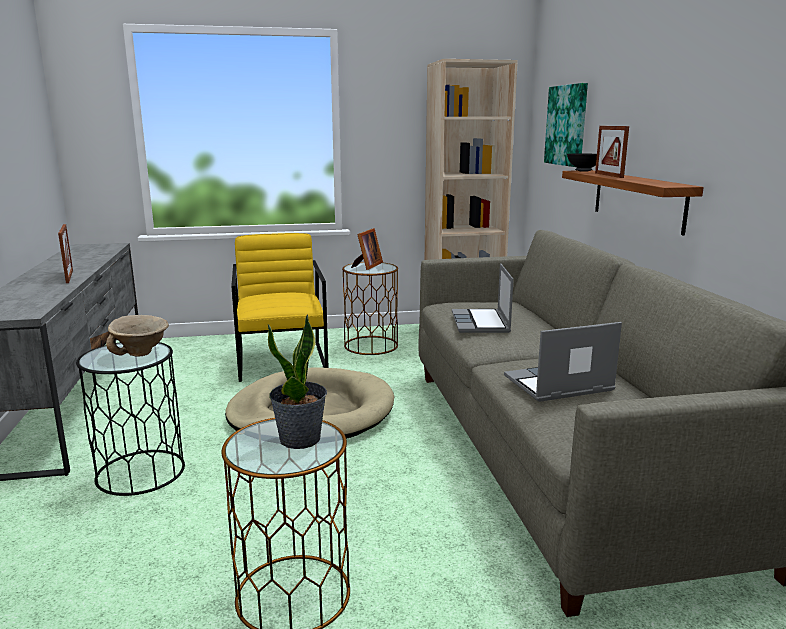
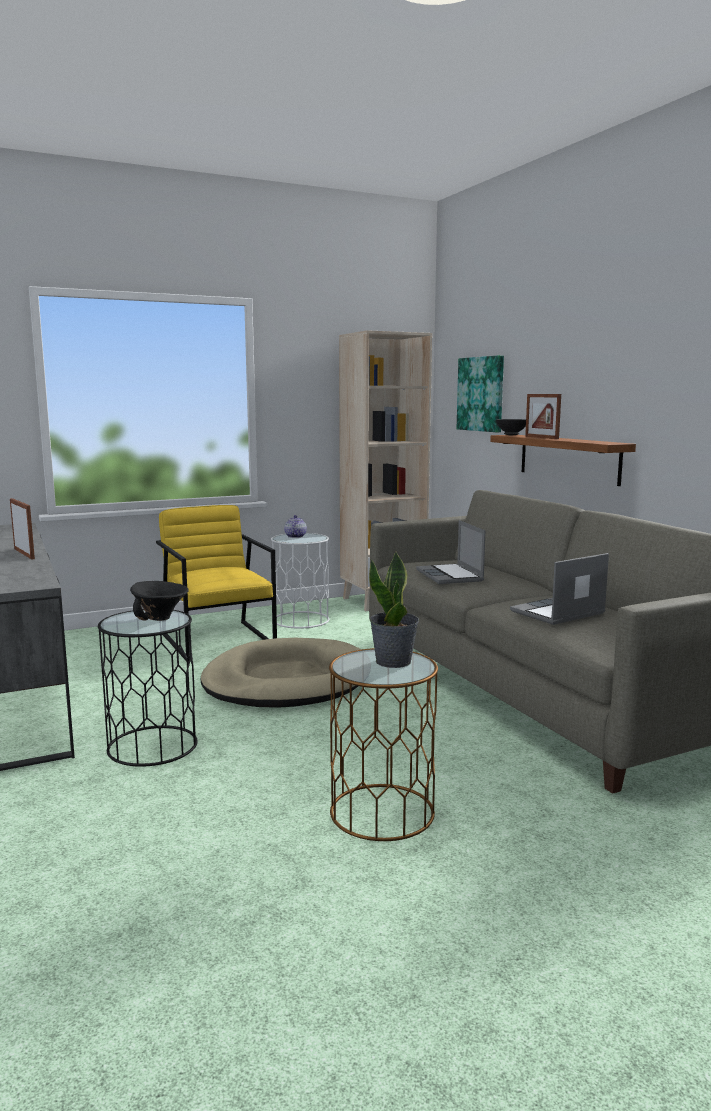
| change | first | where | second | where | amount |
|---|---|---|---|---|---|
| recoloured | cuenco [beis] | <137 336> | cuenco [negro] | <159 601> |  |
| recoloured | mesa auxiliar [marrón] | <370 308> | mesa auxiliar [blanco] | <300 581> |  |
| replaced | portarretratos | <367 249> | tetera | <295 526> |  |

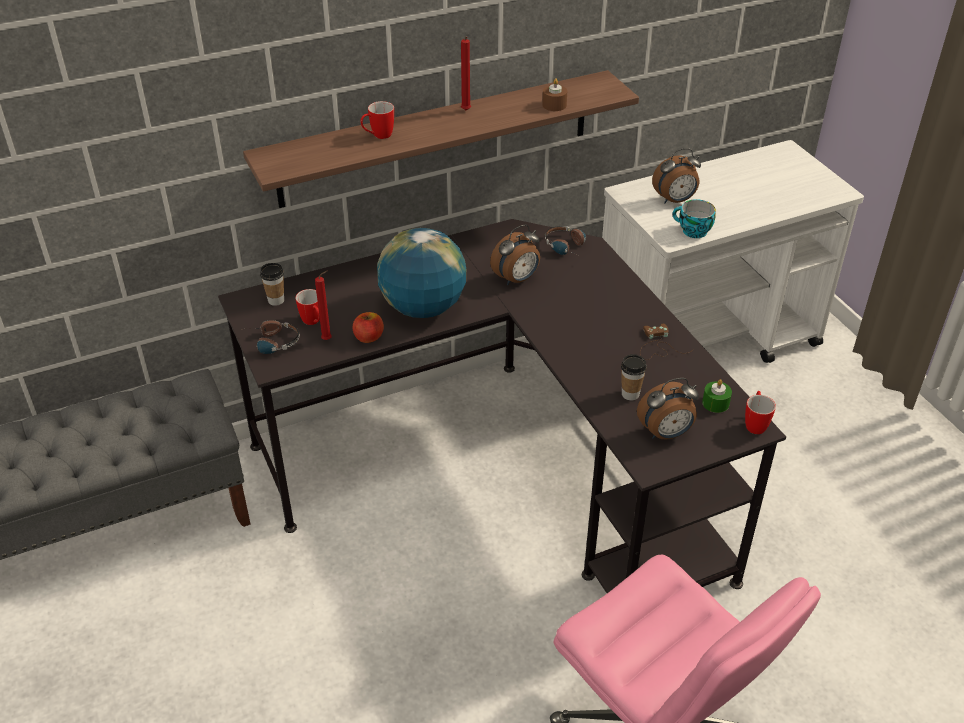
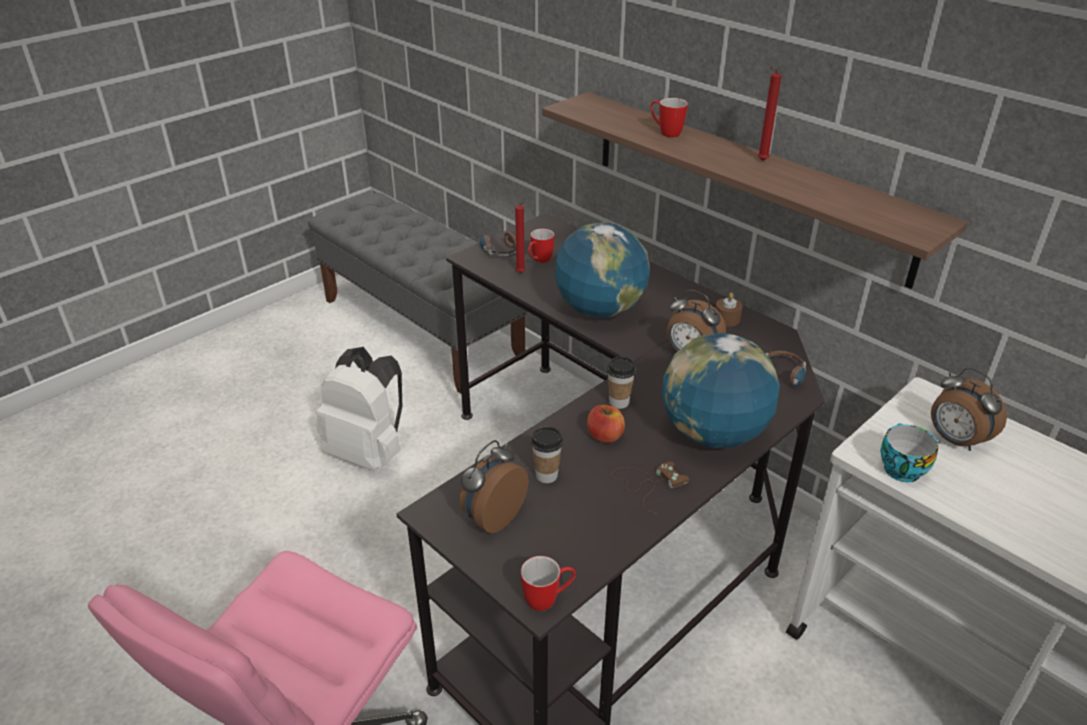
| change | first | where | second | where | amount |
|---|---|---|---|---|---|
| added |  |  | mochila [blanco] | <359 409> |  |
| turned | despertador | <668 409> |  | <494 486> | 75 degrees clockwise |
| moved | manzana | <368 327> |  | <606 424> |  |
| moved | taza | <272 284> |  | <621 382> |  |
| added |  |  | globo terráqueo | <721 391> |  |
| moved | vela [marrón] | <554 94> |  | <729 310> |  |
| removed | vela [verde] | <717 396> |  |  |  |

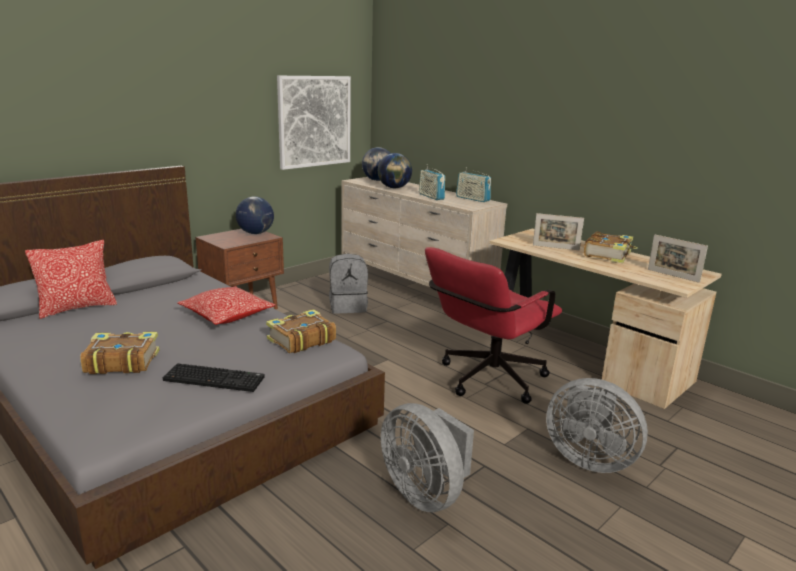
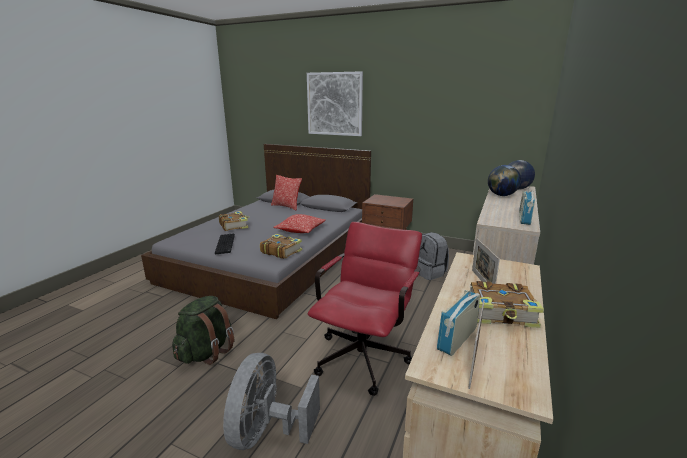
| change | first | where | second | where | amount |
|---|---|---|---|---|---|
| replaced | ventilador [gris] | <427 457> | mochila [verde] | <203 330> |  |
| moved | cuadro | <314 123> |  | <335 103> |  |
| turned | silla de oficina [rojo] | <493 325> |  | <364 309> | 90 degrees clockwise |
| moved | radio | <432 184> |  | <458 321> |  |
| removed | globo terráqueo | <255 215> |  |  |  |

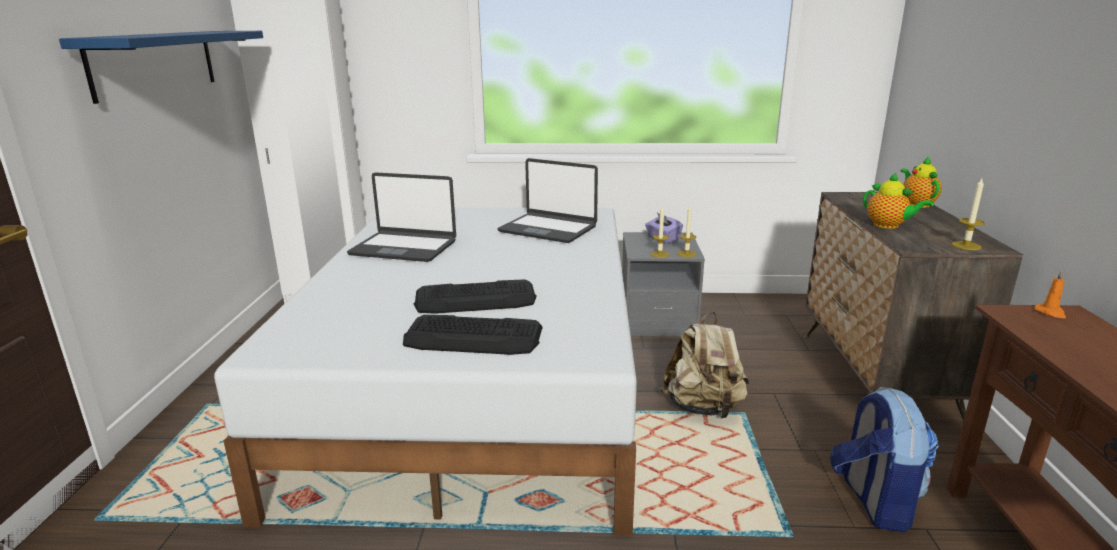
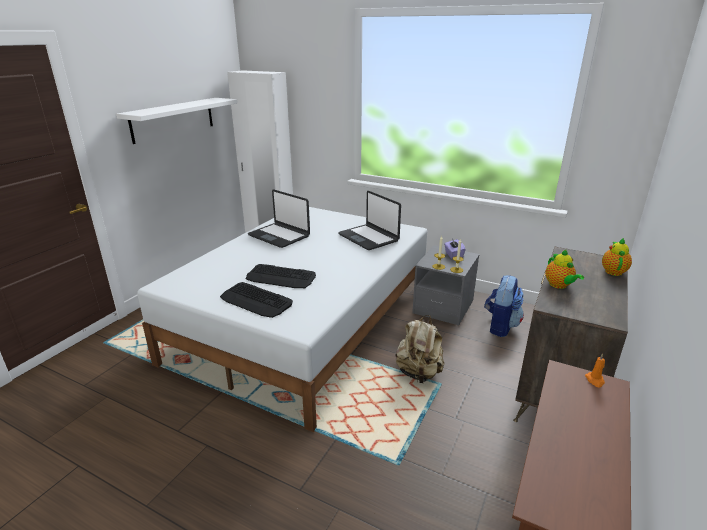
| change | first | where | second | where | amount |
|---|---|---|---|---|---|
| recoloured | estante [azul] | <161 67> | estante [blanco] | <177 121> |  |
| moved | mochila | <884 460> |  | <504 306> |  |
| removed | vela | <968 214> |  |  |  |

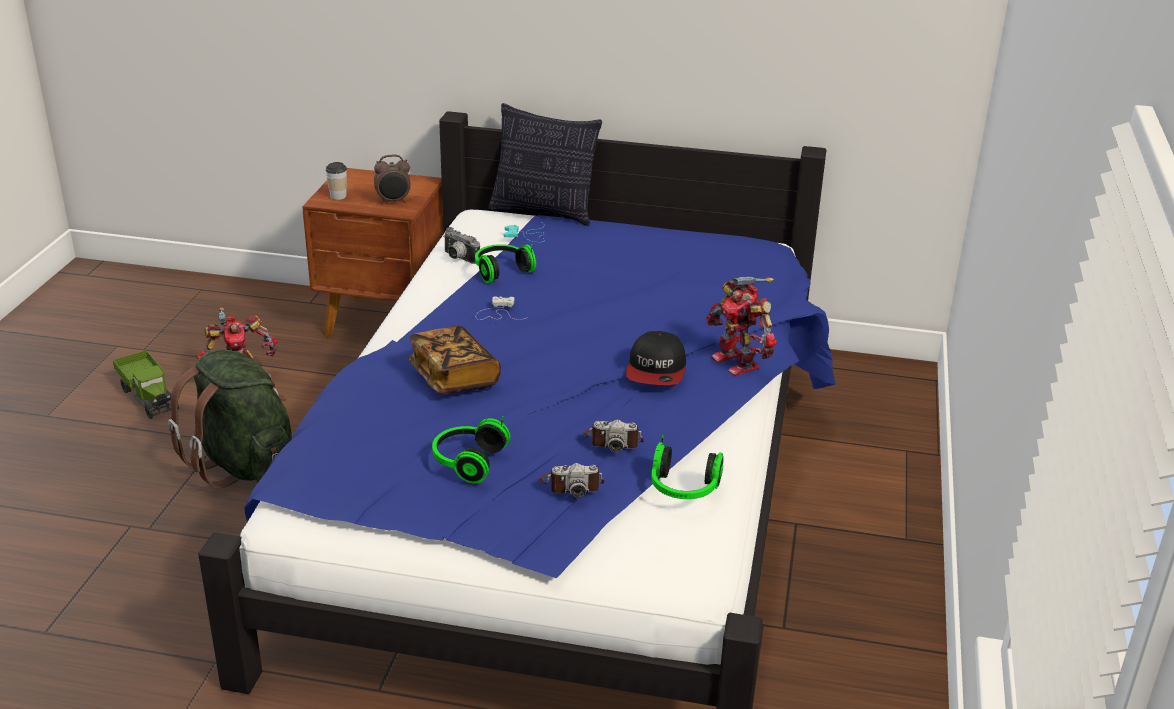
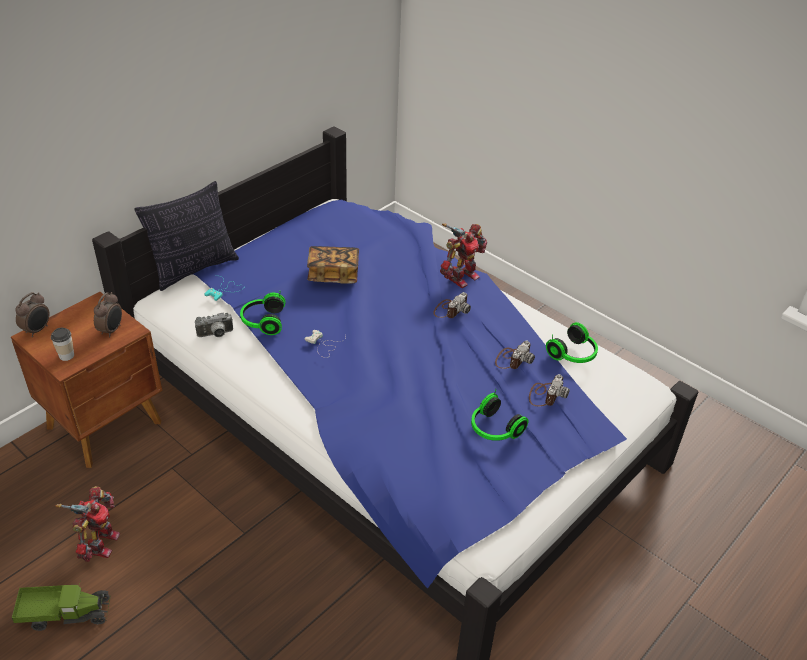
| change | first | where | second | where | amount |
|---|---|---|---|---|---|
| added |  |  | despertador | <32 314> |  |
| moved | libro | <454 360> |  | <333 265> |  |
| replaced | gorra | <656 358> | cámara | <452 305> |  |
| turned | robot de juguete | <741 326> |  | <463 255> | 45 degrees counterclockwise |
| removed | mochila [verde] | <230 419> |  |  |  |

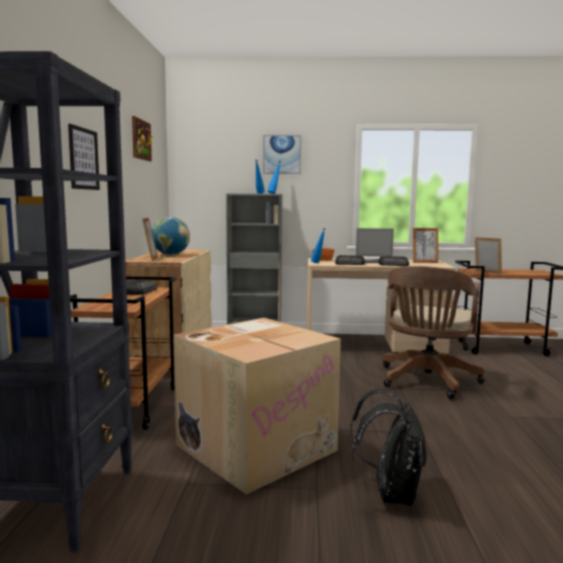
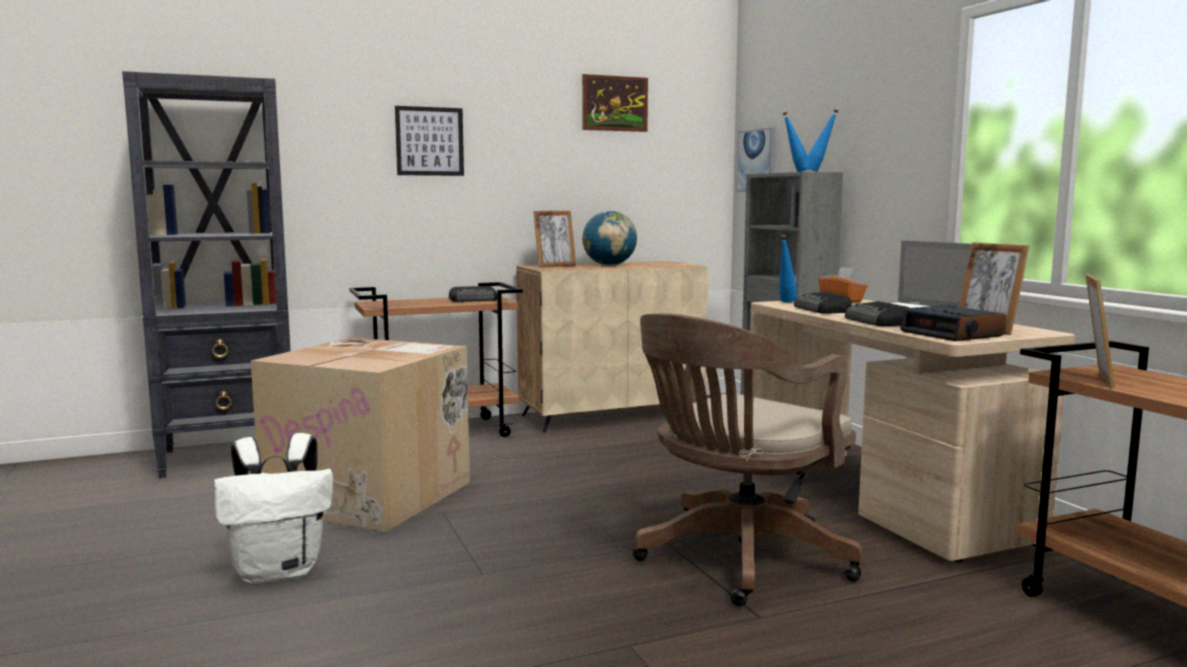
| change | first | where | second | where | amount |
|---|---|---|---|---|---|
| recoloured | mochila [negro] | <388 447> | mochila [blanco] | <273 508> |  |
| turned | silla de oficina [marrón] | <433 332> |  | <748 459> | 45 degrees counterclockwise |
| moved | cuadro | <282 154> |  | <756 159> |  |
| added |  |  | despertador | <953 323> |  |

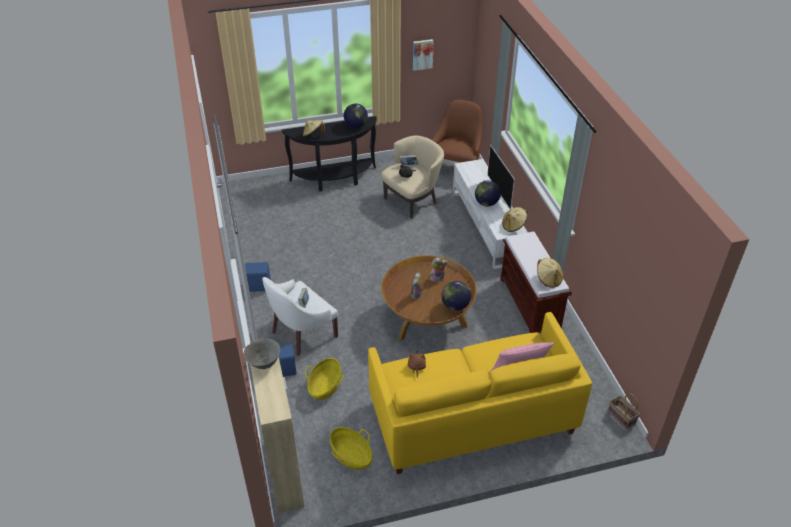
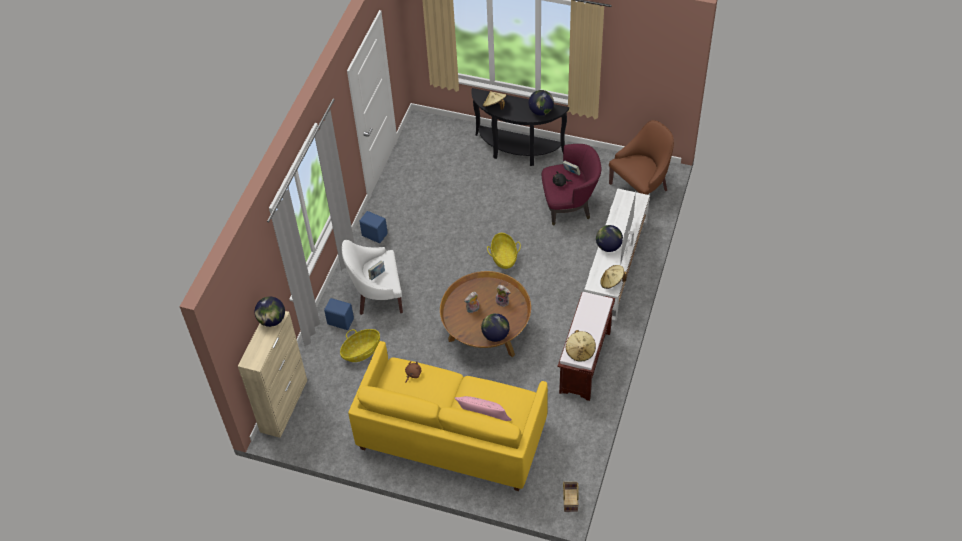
| change | first | where | second | where | amount |
|---|---|---|---|---|---|
| replaced | cuenco [gris] | <262 353> | globo terráqueo | <270 312> |  |
| moved | cesta | <351 448> |  | <504 251> |  |
| recoloured | sillón [beis] | <412 177> | sillón [morado] | <571 185> |  |
| removed | cuadro | <423 55> |  |  |  |

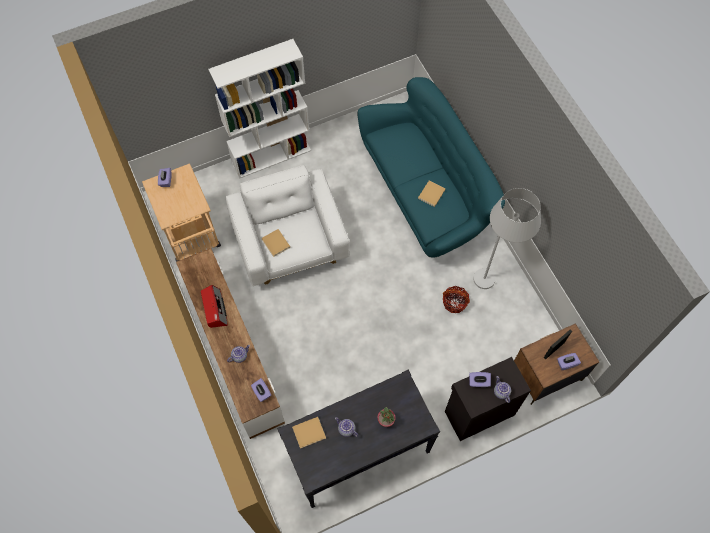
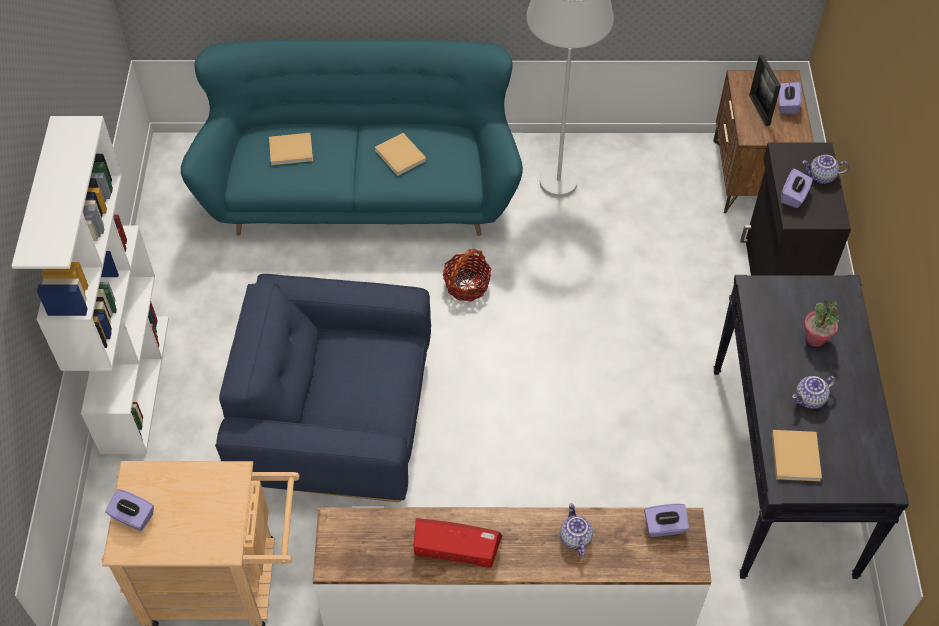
| change | first | where | second | where | amount |
|---|---|---|---|---|---|
| recoloured | sillón [blanco] | <288 225> | sillón [azul] | <323 388> |  |
| moved | libro [beis] | <276 243> |  | <291 149> |  |
| moved | cesta | <456 299> |  | <467 275> |  |

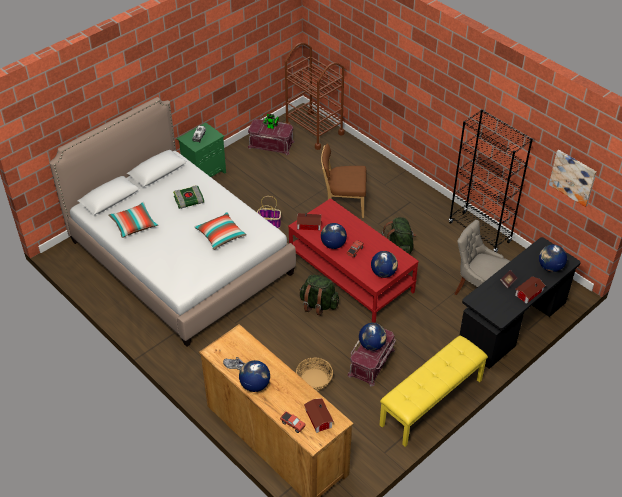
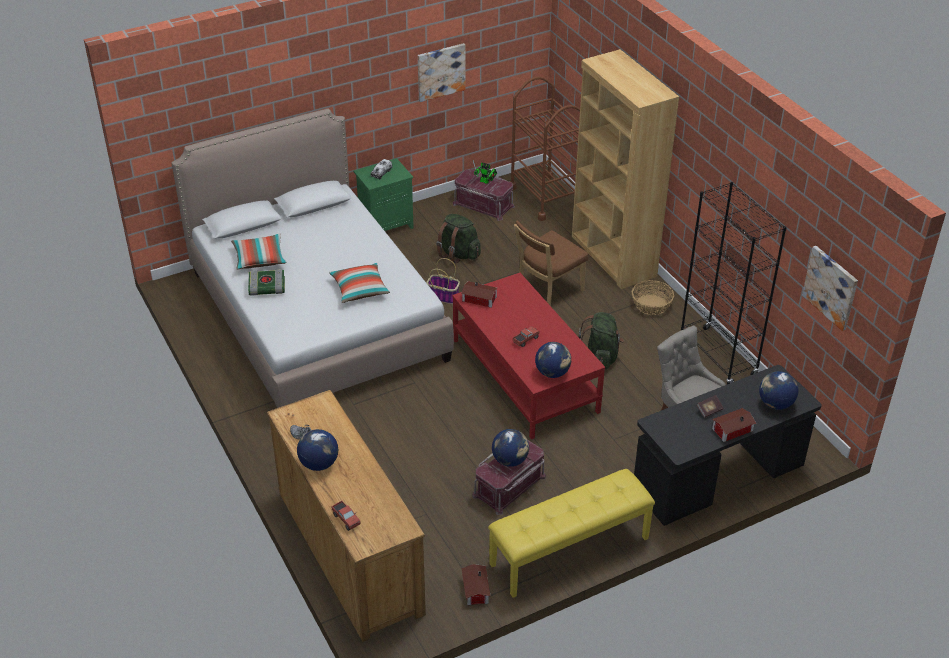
| change | first | where | second | where | amount |
|---|---|---|---|---|---|
| moved | libro | <188 197> |  | <266 282> |  |
| added |  |  | cuadro | <442 72> |  |
| moved | mochila [verde] | <319 295> |  | <458 238> |  |
| moved | casita | <319 415> |  | <475 584> |  |
| turned | silla [marrón] | <343 181> |  | <551 263> | 60 degrees counterclockwise |
| added |  |  | estantería [marrón] | <625 169> |  |
| moved | cesta | <314 374> |  | <653 297> |  |
| removed | globo terráqueo | <334 236> |  |  |  |

